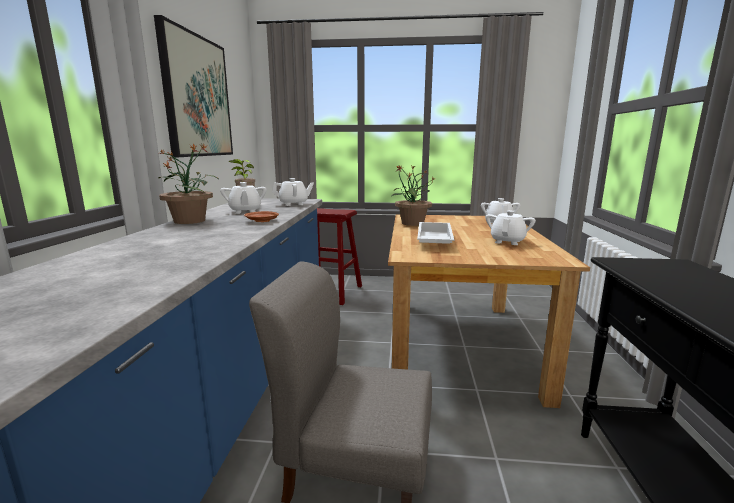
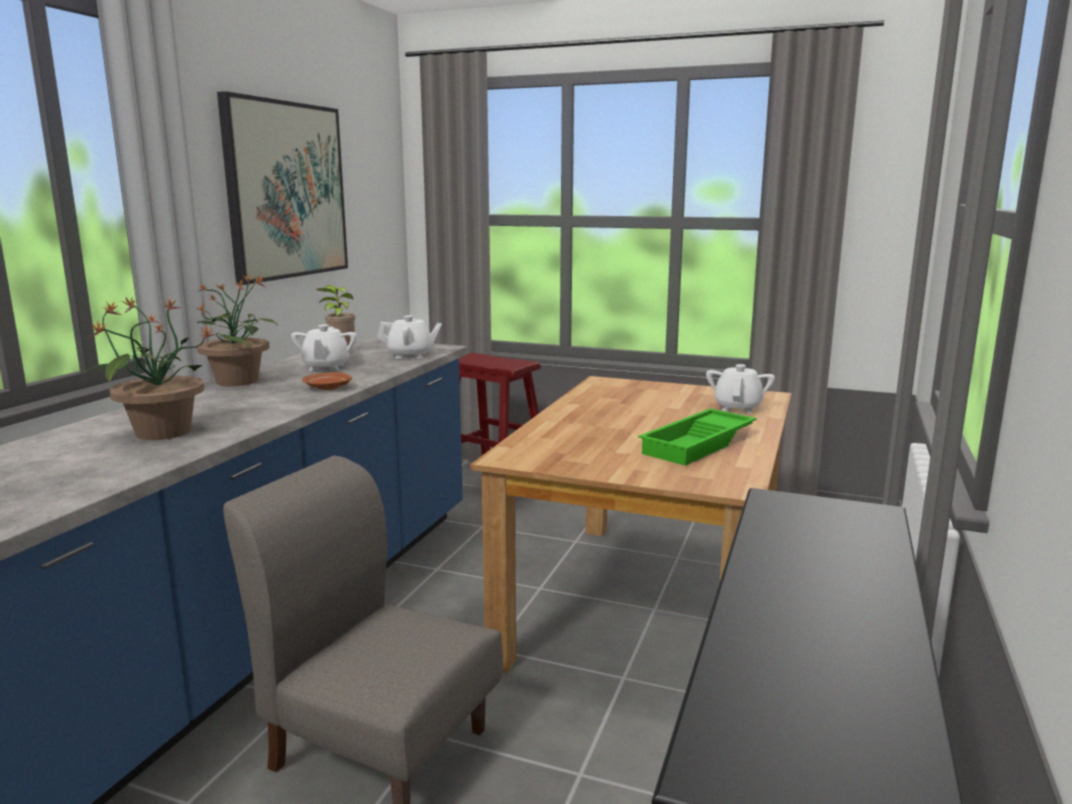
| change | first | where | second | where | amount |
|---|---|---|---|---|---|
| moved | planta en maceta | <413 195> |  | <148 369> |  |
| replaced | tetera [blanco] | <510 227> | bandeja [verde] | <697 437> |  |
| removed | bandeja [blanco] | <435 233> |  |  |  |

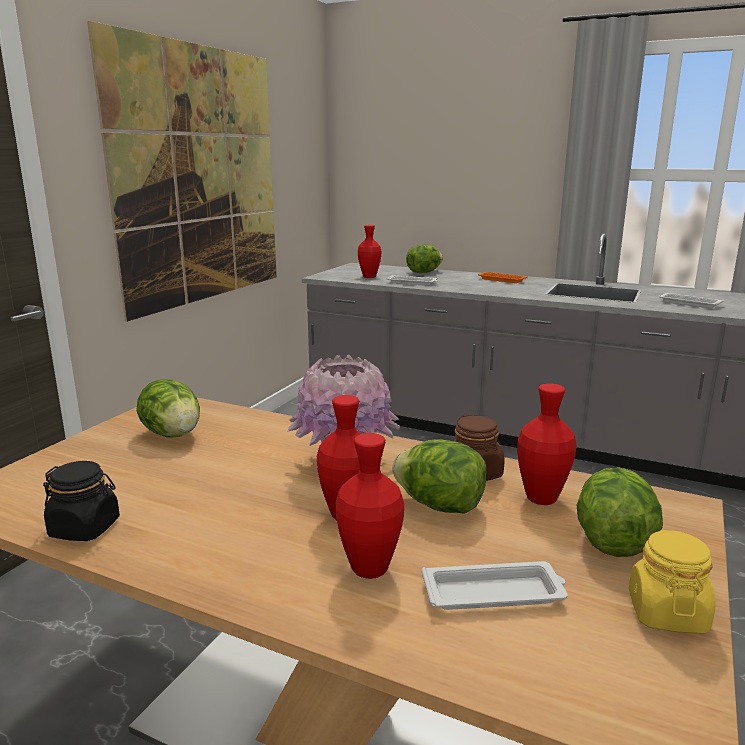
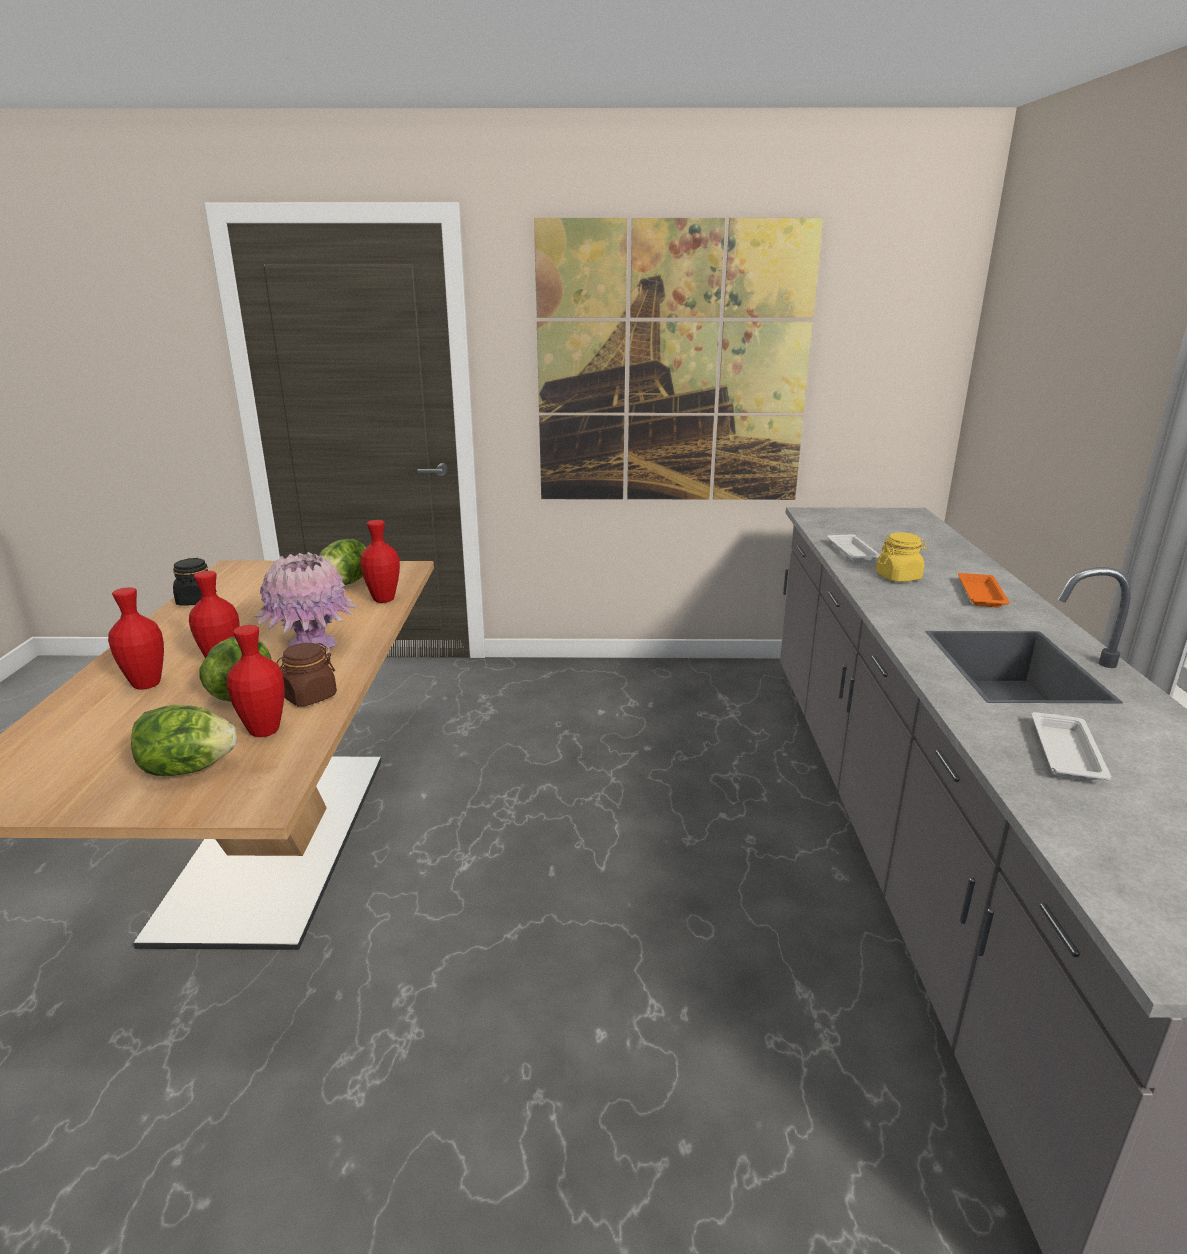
| change | first | where | second | where | amount |
|---|---|---|---|---|---|
| moved | florero [rojo] | <369 251> |  | <380 561> |  |
| moved | tarro [amarillo] | <672 582> |  | <901 557> |  |
| removed | lechuga | <424 258> |  |  |  |
| removed | bandeja [blanco] | <495 585> |  |  |  |

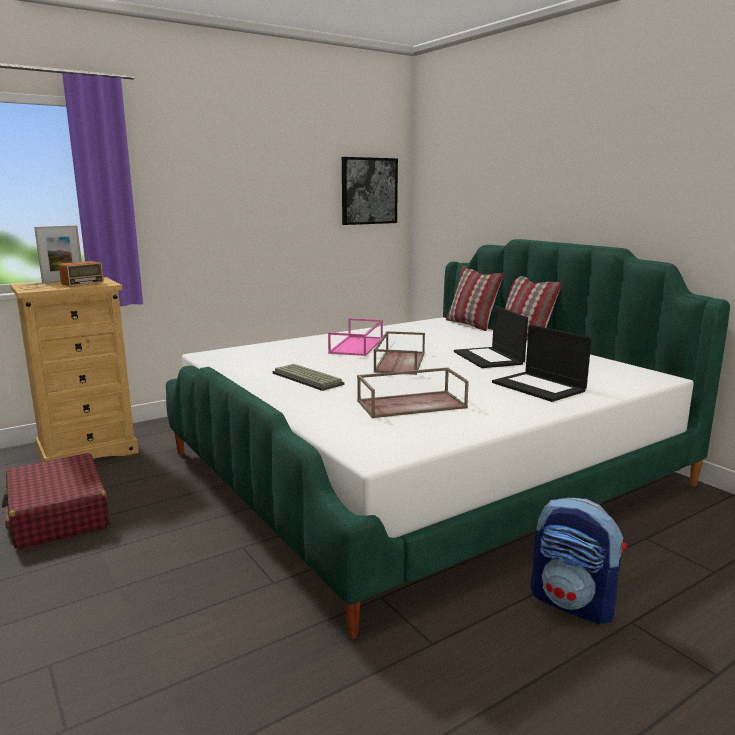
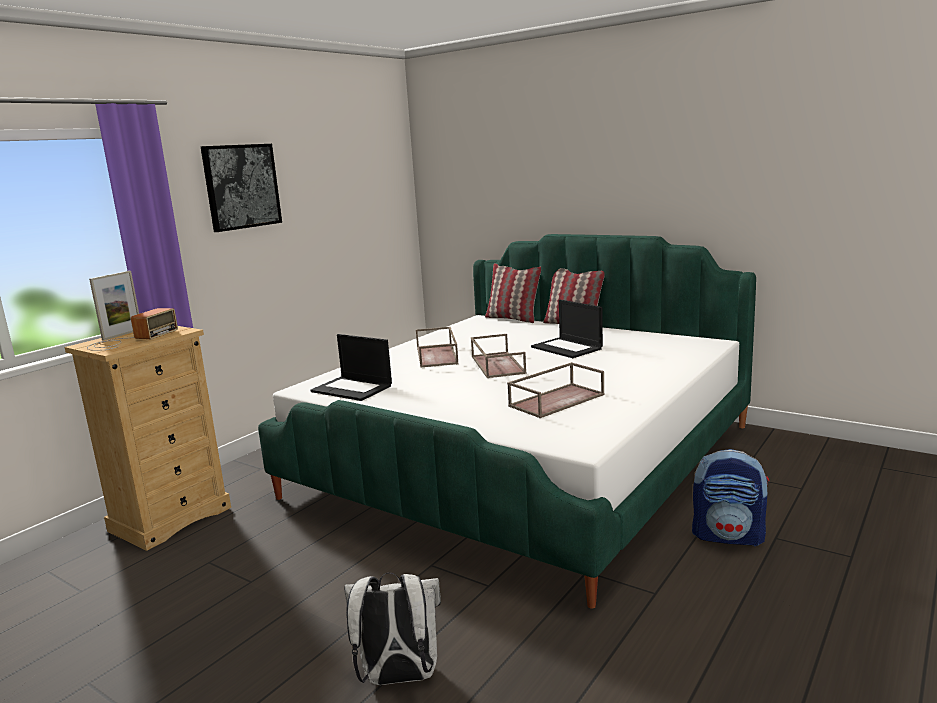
| change | first | where | second | where | amount |
|---|---|---|---|---|---|
| moved | cuadro | <370 191> |  | <241 188> |  |
| moved | portátil | <542 363> |  | <351 367> |  |
| added |  |  | mochila [blanco] | <392 628> |  |
| recoloured | bandeja [rosa] | <355 337> | bandeja [marrón] | <437 347> |  |
| removed | maleta [rojo] | <56 501> |  |  |  |
| removed | teclado | <309 377> |  |  |  |

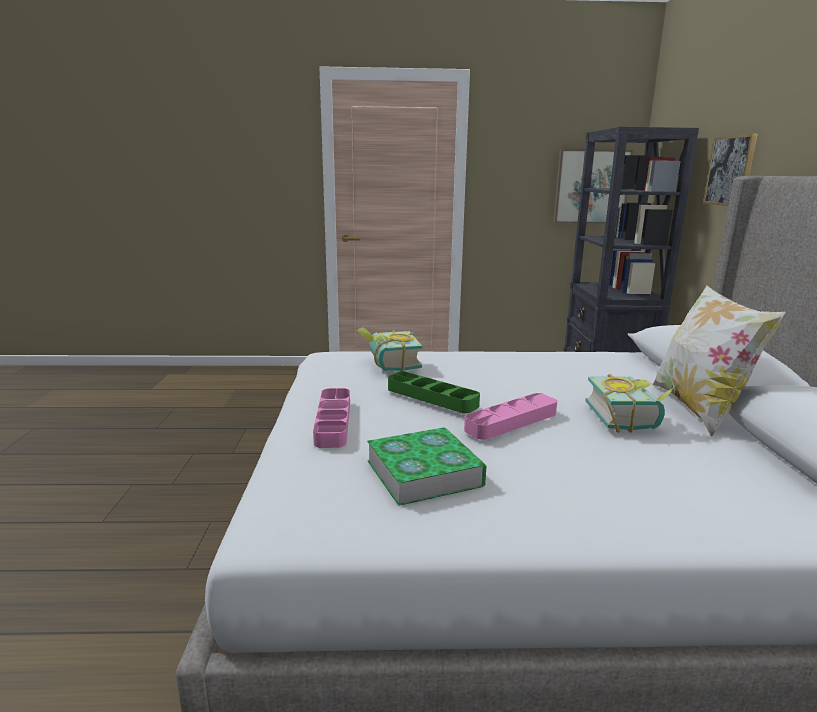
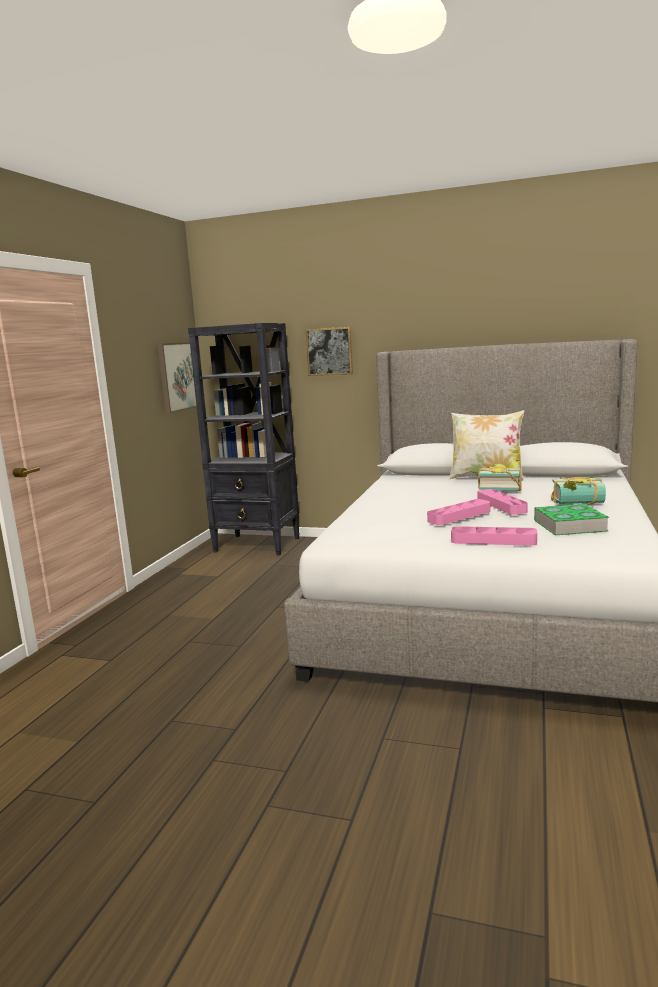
| change | first | where | second | where | amount |
|---|---|---|---|---|---|
| recoloured | bandeja [verde] | <434 392> | bandeja [rosa] | <458 512> |  |
| moved | libro | <389 349> |  | <578 490> |  |

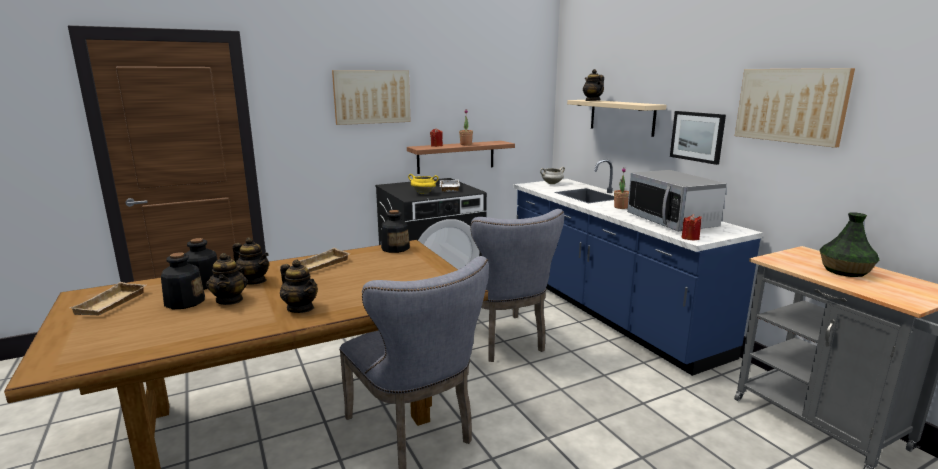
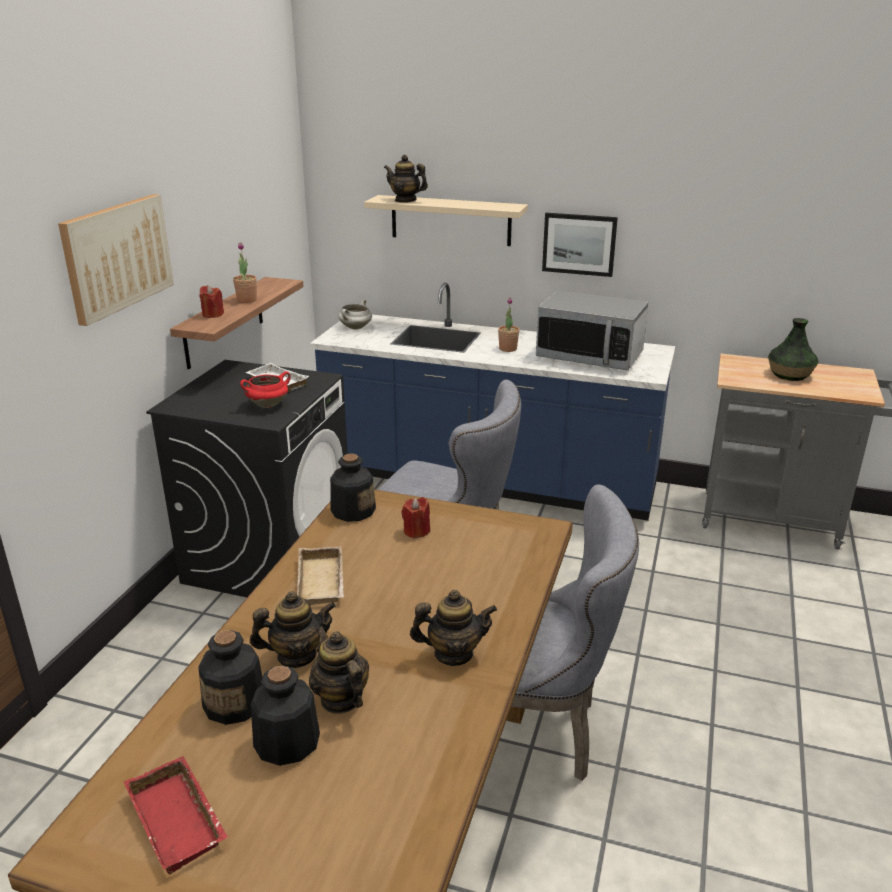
| change | first | where | second | where | amount |
|---|---|---|---|---|---|
| recoloured | bandeja [beis] | <108 298> | bandeja [rojo] | <176 815> |  |
| recoloured | olla [amarillo] | <423 184> | olla [rojo] | <265 389> |  |
| turned | tetera | <227 279> |  | <339 670> | 150 degrees counterclockwise |
| moved | vela [rojo] | <692 227> |  | <415 518> |  |
| removed | cuadro | <795 108> |  |  |  |

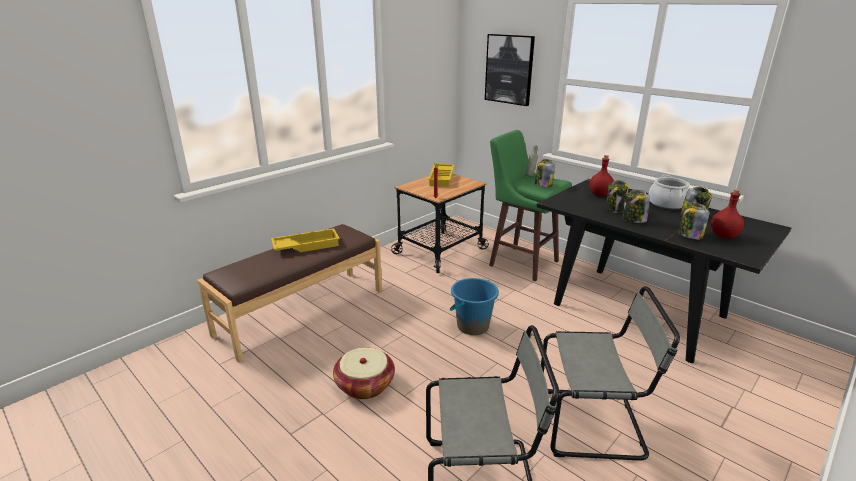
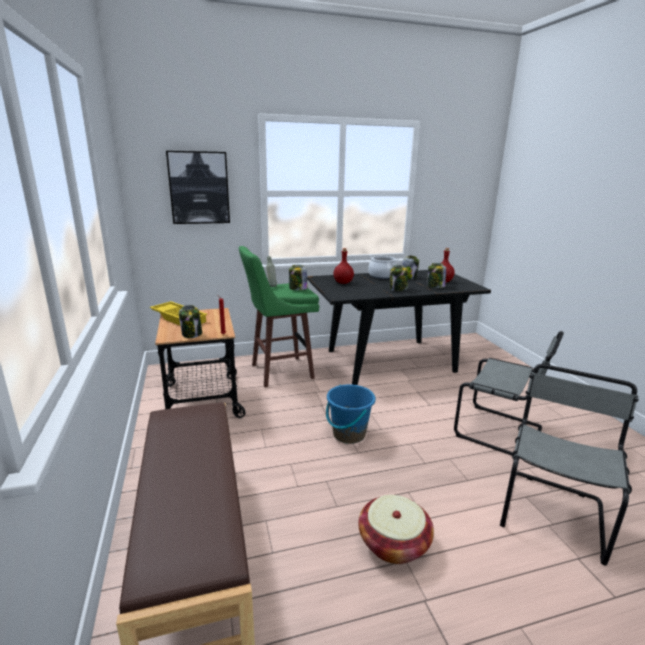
| change | first | where | second | where | amount |
|---|---|---|---|---|---|
| moved | tarro | <617 196> |  | <190 321> |  |
| turned | silla [gris] | <610 373> |  | <509 395> | 90 degrees clockwise |
| removed | bandeja [amarillo] | <305 240> |  |  |  |

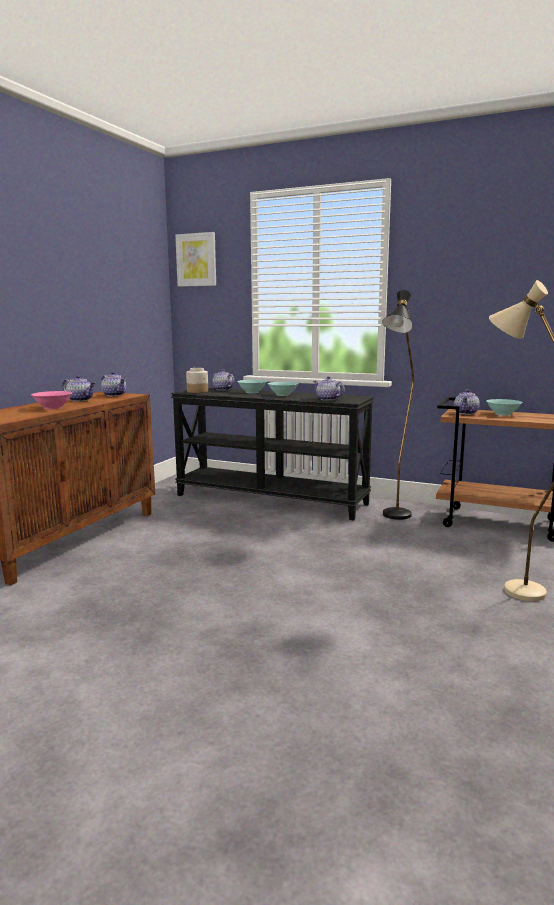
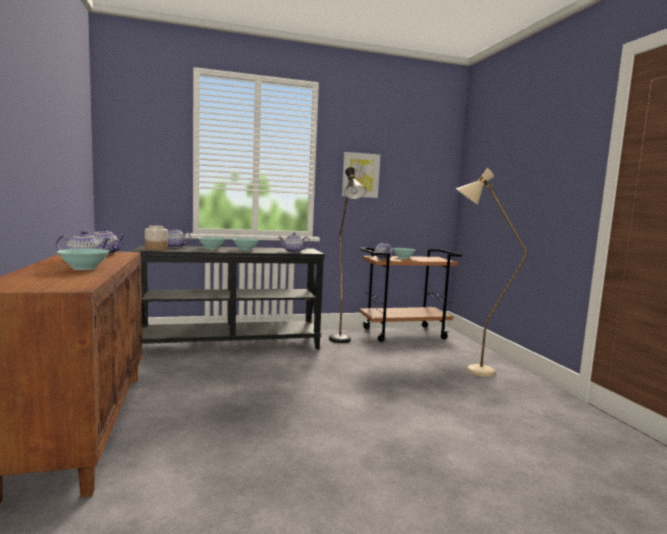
| change | first | where | second | where | amount |
|---|---|---|---|---|---|
| recoloured | cuenco [rosa] | <51 400> | cuenco [turquesa] | <83 259> |  |
| moved | cuadro | <195 259> |  | <361 175> |  |

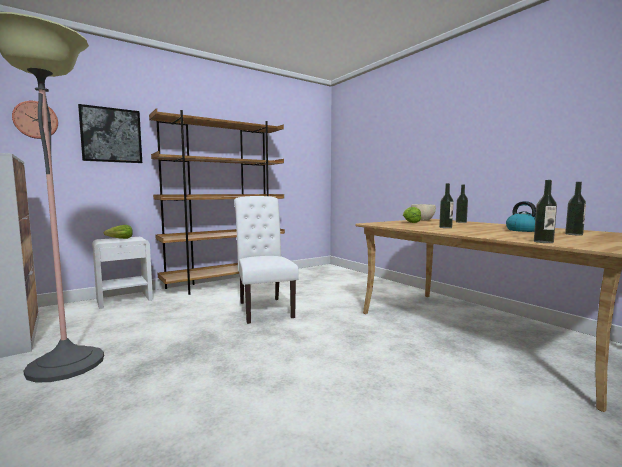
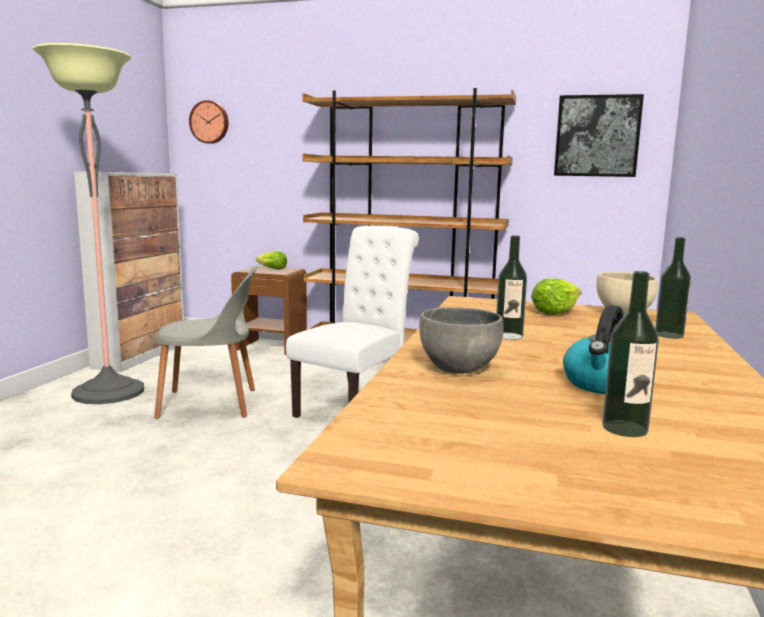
| change | first | where | second | where | amount |
|---|---|---|---|---|---|
| added |  |  | silla [gris] | <206 341> |  |
| recoloured | mesita de noche [blanco] | <122 273> | mesita de noche [marrón] | <269 310> |  |
| added |  |  | cuenco [gris] | <461 340> |  |
| moved | cuadro | <110 133> |  | <599 135> |  |
| removed | botella | <545 211> |  |  |  |

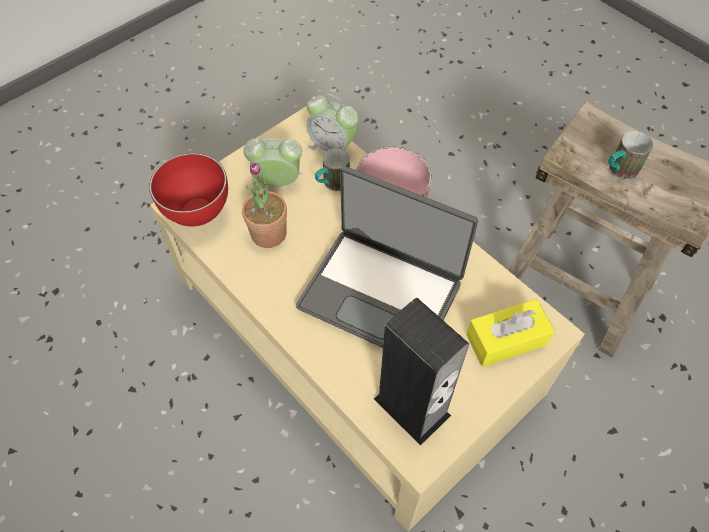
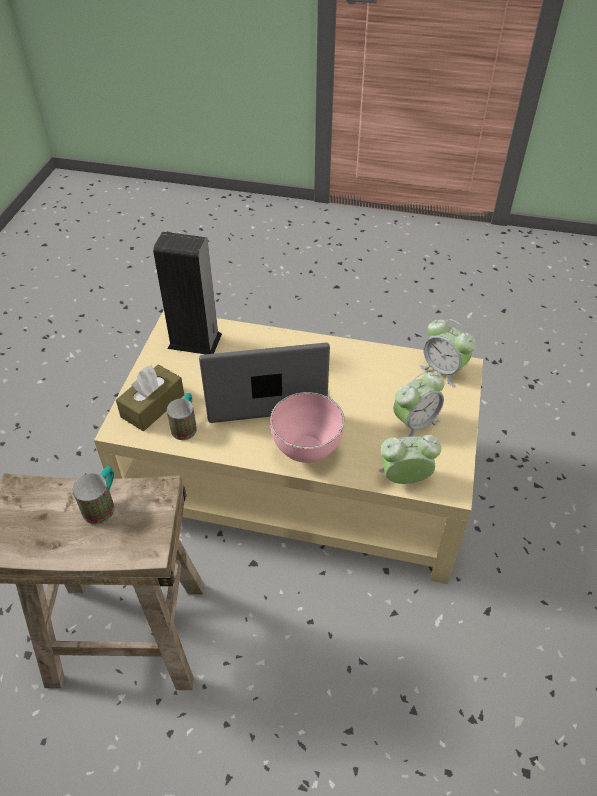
| change | first | where | second | where | amount |
|---|---|---|---|---|---|
| recoloured | caja de pañuelos [amarillo] | <510 333> | caja de pañuelos [marrón] | <150 398> |  |
| moved | taza grande | <332 169> |  | <182 416> |  |
| replaced | cuenco [rojo] | <188 189> | despertador | <448 353> |  |
| removed | planta en maceta | <264 204> |  |  |  |

